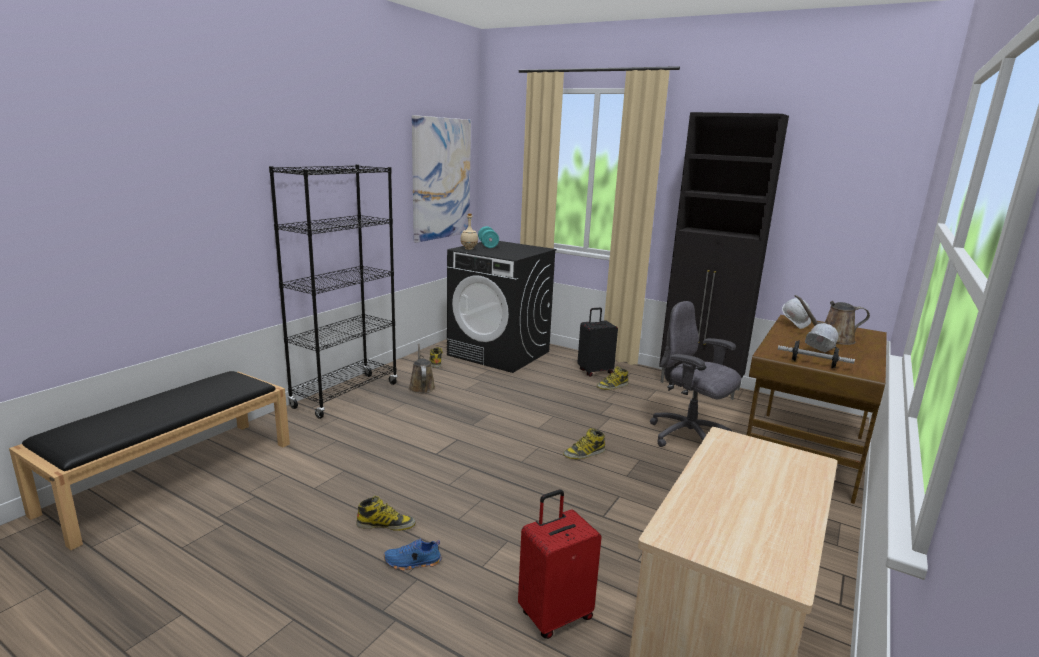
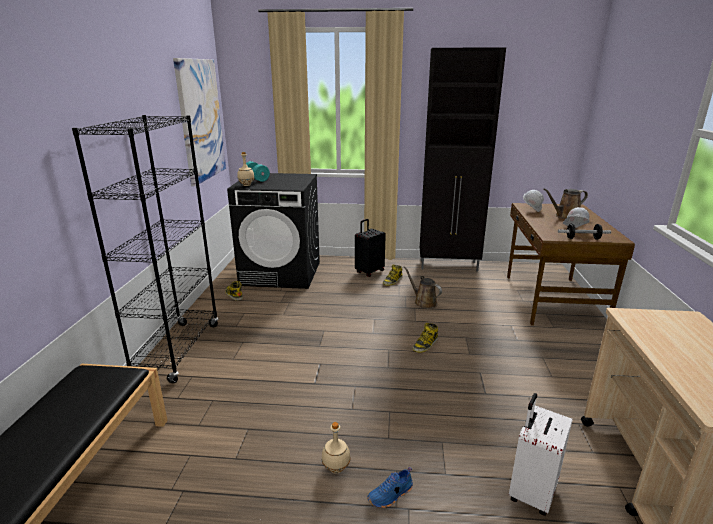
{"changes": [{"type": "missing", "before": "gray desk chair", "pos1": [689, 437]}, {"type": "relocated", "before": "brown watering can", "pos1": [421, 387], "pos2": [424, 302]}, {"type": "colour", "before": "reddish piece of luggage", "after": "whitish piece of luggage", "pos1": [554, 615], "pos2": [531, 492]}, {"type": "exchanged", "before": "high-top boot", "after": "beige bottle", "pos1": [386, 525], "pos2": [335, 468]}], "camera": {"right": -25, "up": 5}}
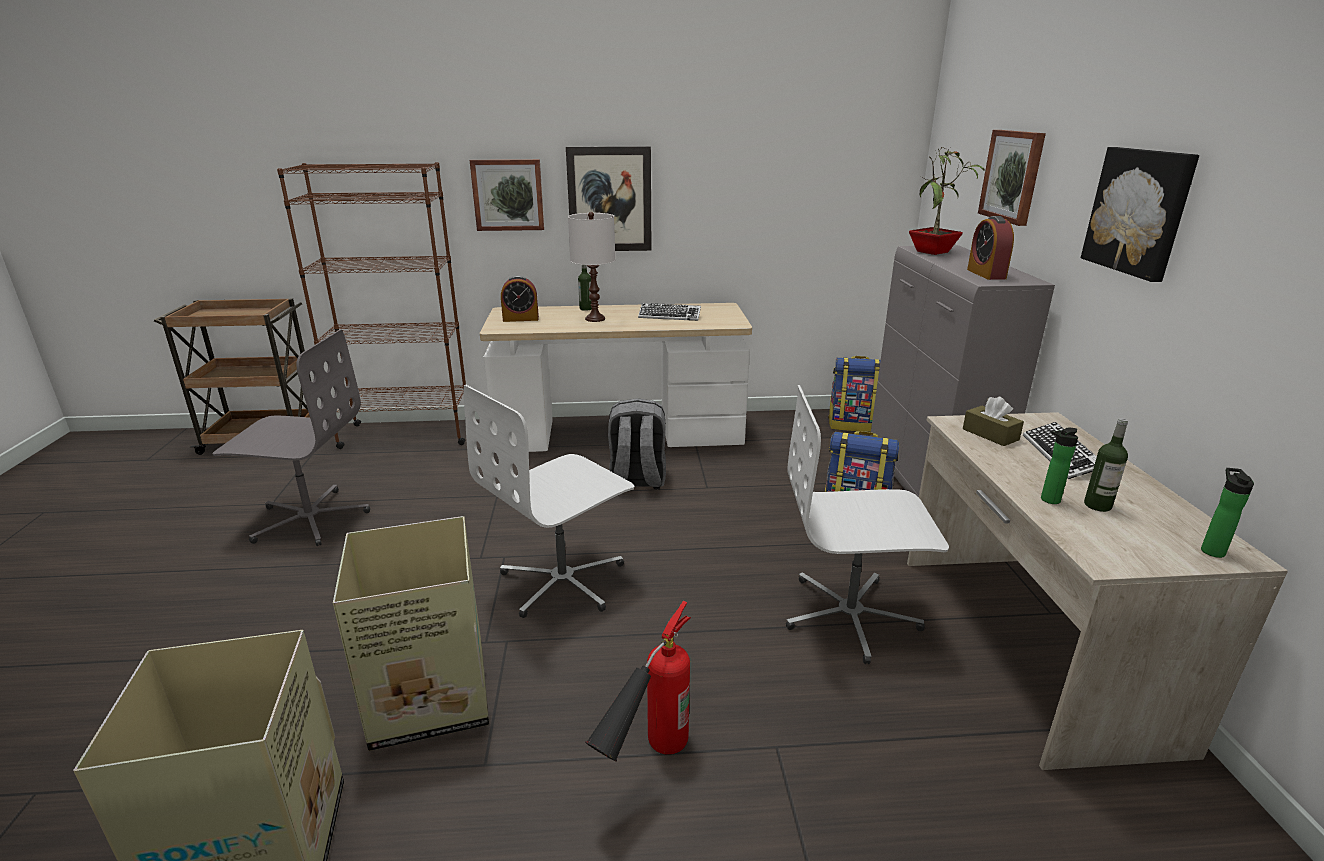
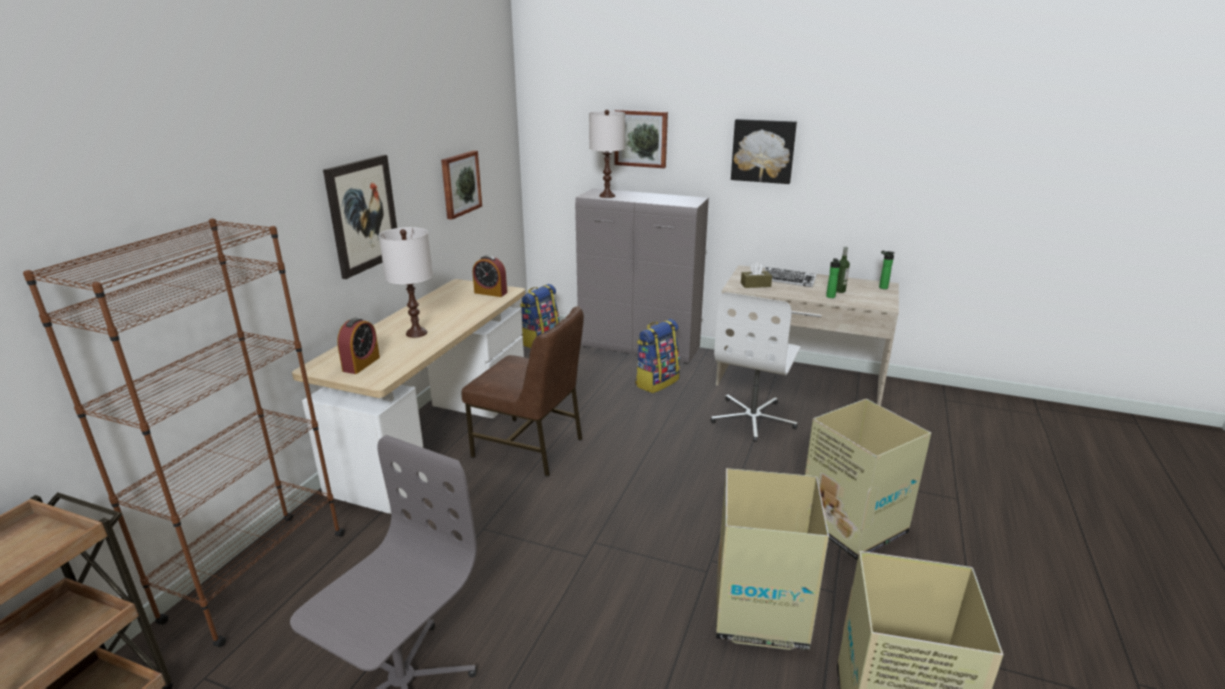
{"changes": [{"type": "exchanged", "before": "plant in a pot", "after": "whitish tabletop lamp", "pos1": [934, 252], "pos2": [607, 196]}, {"type": "relocated", "before": "picture", "pos1": [508, 195], "pos2": [460, 184]}, {"type": "relocated", "before": "table clock", "pos1": [986, 274], "pos2": [490, 293]}, {"type": "missing", "before": "bottle", "pos1": [586, 308]}, {"type": "missing", "before": "PC keyboard", "pos1": [669, 316]}, {"type": "missing", "before": "whitish desk chair", "pos1": [564, 581]}, {"type": "exchanged", "before": "gray backpack", "after": "brown upright chair", "pos1": [637, 480], "pos2": [530, 447]}, {"type": "exchanged", "before": "fire-fighting cylinder", "after": "carton", "pos1": [646, 765], "pos2": [851, 524]}], "camera": {"right": -65, "up": 0}}
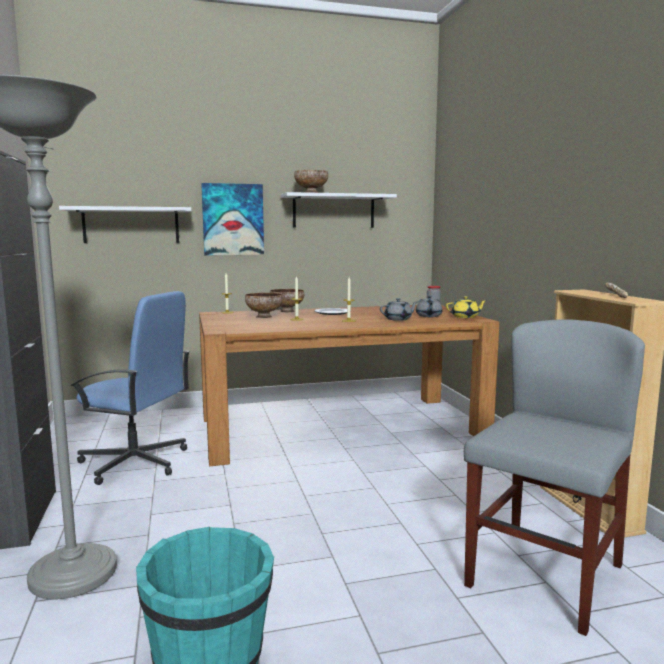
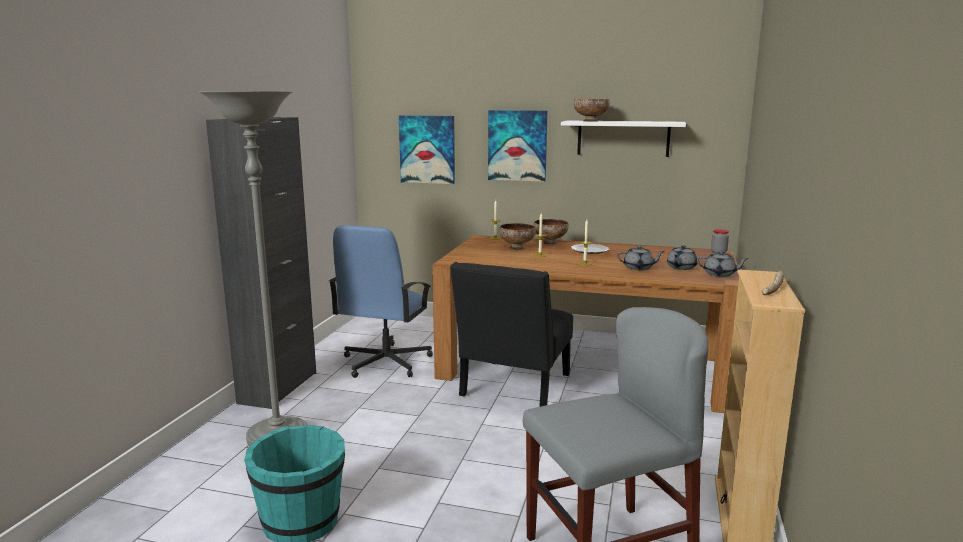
{"changes": [{"type": "exchanged", "before": "whitish bracket shelf", "after": "picture", "pos1": [131, 225], "pos2": [427, 149]}, {"type": "spun", "before": "bluish desk chair", "pos1": [135, 462], "pos2": [385, 362], "turn": 60}, {"type": "colour", "before": "yellowish pot for tea", "after": "gray pot for tea", "pos1": [465, 317], "pos2": [720, 274]}, {"type": "appeared", "after": "blackish upright chair", "pos2": [513, 388]}], "camera": {"right": 30, "up": 5}}
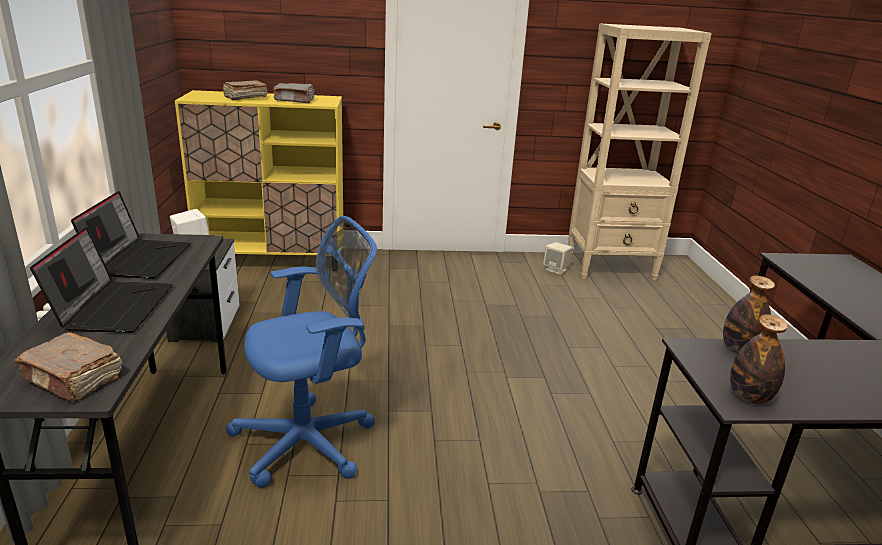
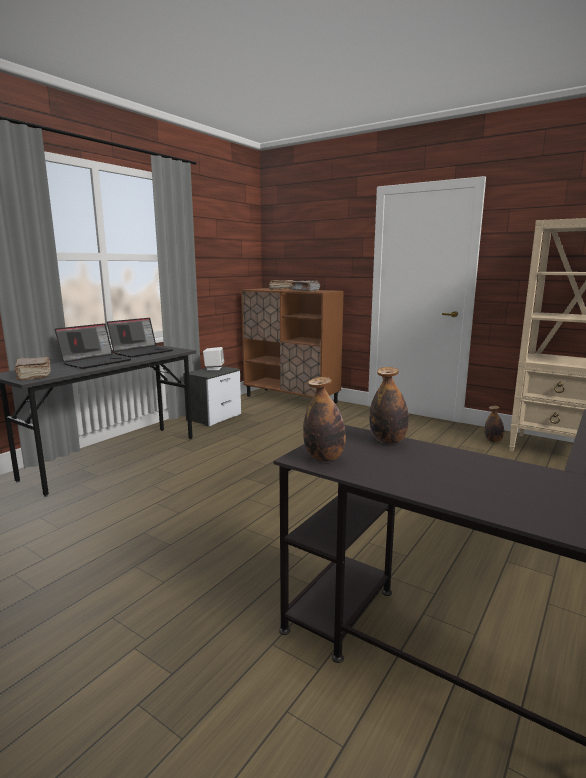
{"changes": [{"type": "colour", "before": "yellowish cupboard", "after": "brown cupboard", "pos1": [273, 260], "pos2": [291, 399]}, {"type": "missing", "before": "bluish desk chair", "pos1": [310, 441]}, {"type": "exchanged", "before": "beige audio speaker", "after": "bottle", "pos1": [556, 269], "pos2": [493, 441]}], "camera": {"right": 40, "up": -10}}
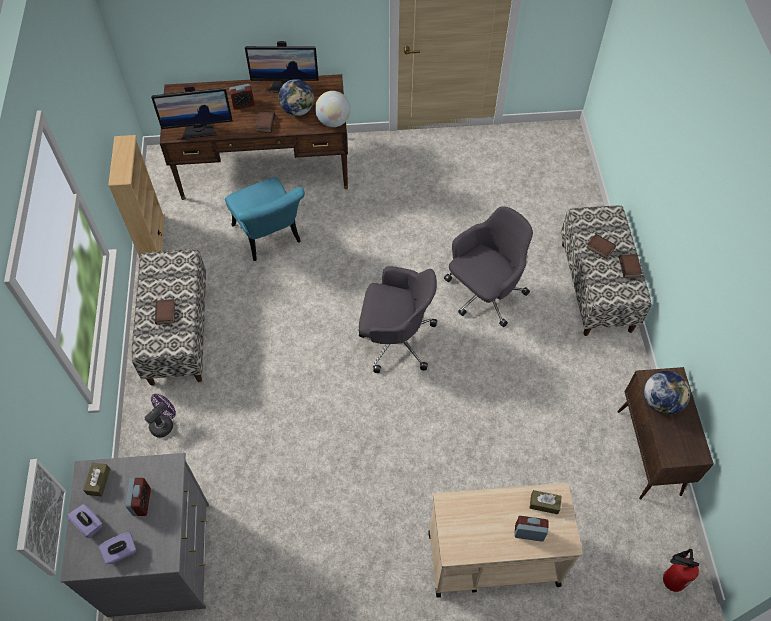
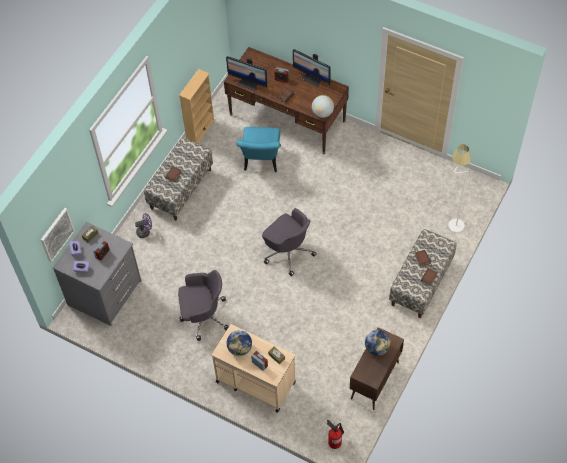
{"changes": [{"type": "relocated", "before": "desk globe", "pos1": [298, 110], "pos2": [240, 348]}, {"type": "relocated", "before": "gray desk chair", "pos1": [484, 294], "pos2": [203, 316]}, {"type": "appeared", "after": "whitish floor lamp", "pos2": [452, 219]}], "camera": {"right": 35, "up": 0}}
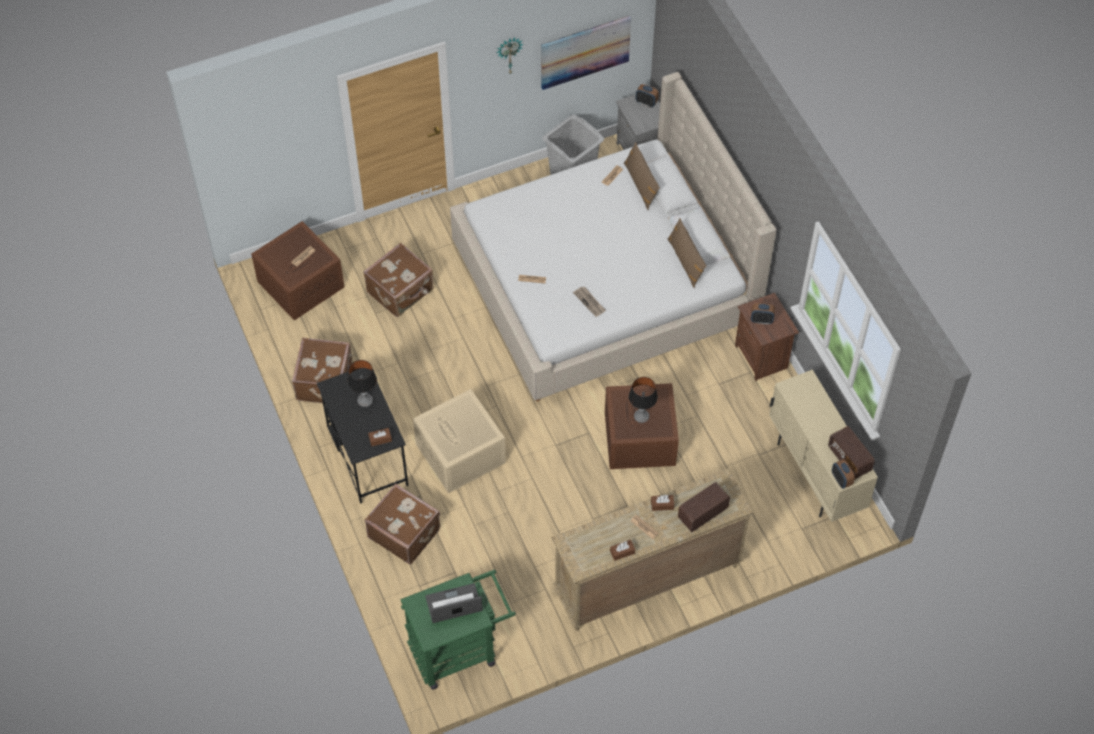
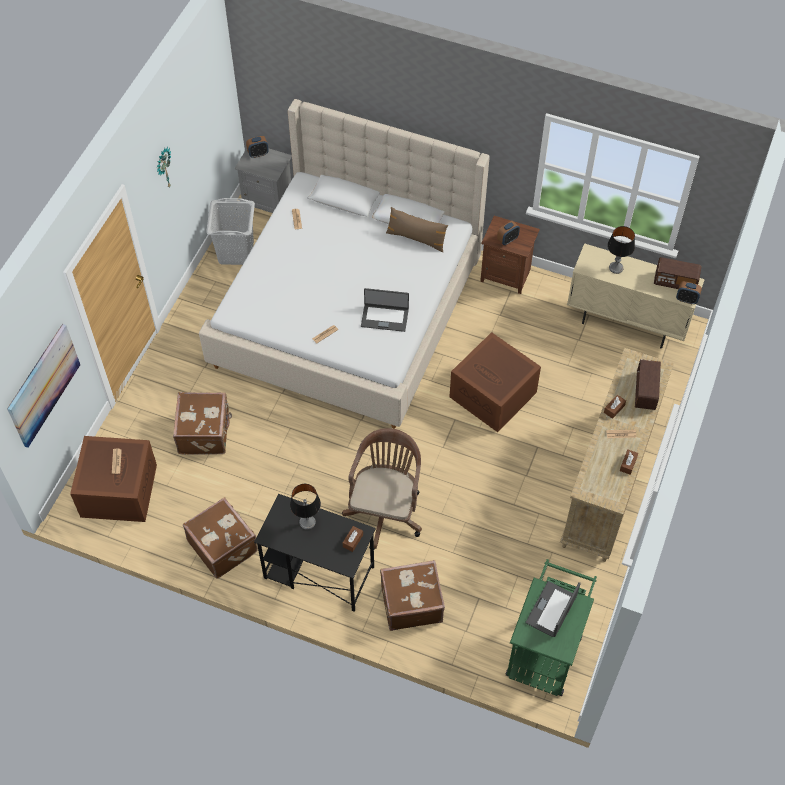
{"changes": [{"type": "relocated", "before": "picture", "pos1": [584, 51], "pos2": [43, 385]}, {"type": "missing", "before": "brown throw pillow", "pos1": [641, 185]}, {"type": "exchanged", "before": "newspaper", "after": "notebook computer", "pos1": [590, 302], "pos2": [384, 317]}, {"type": "relocated", "before": "tabletop lamp", "pos1": [641, 416], "pos2": [616, 268]}, {"type": "exchanged", "before": "beige storage container", "after": "brown desk chair", "pos1": [462, 453], "pos2": [385, 510]}], "camera": {"right": -45, "up": 0}}
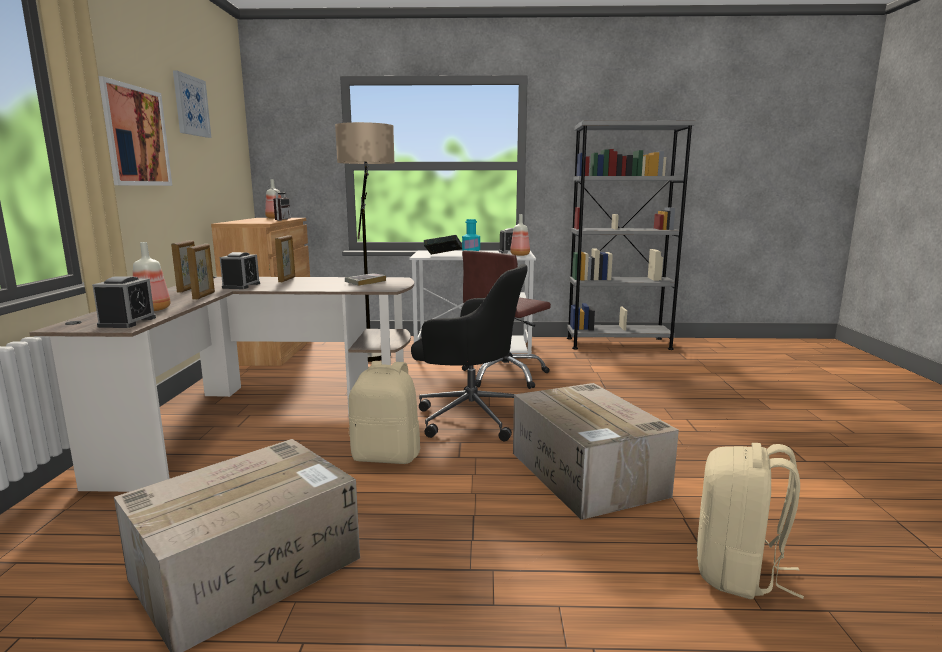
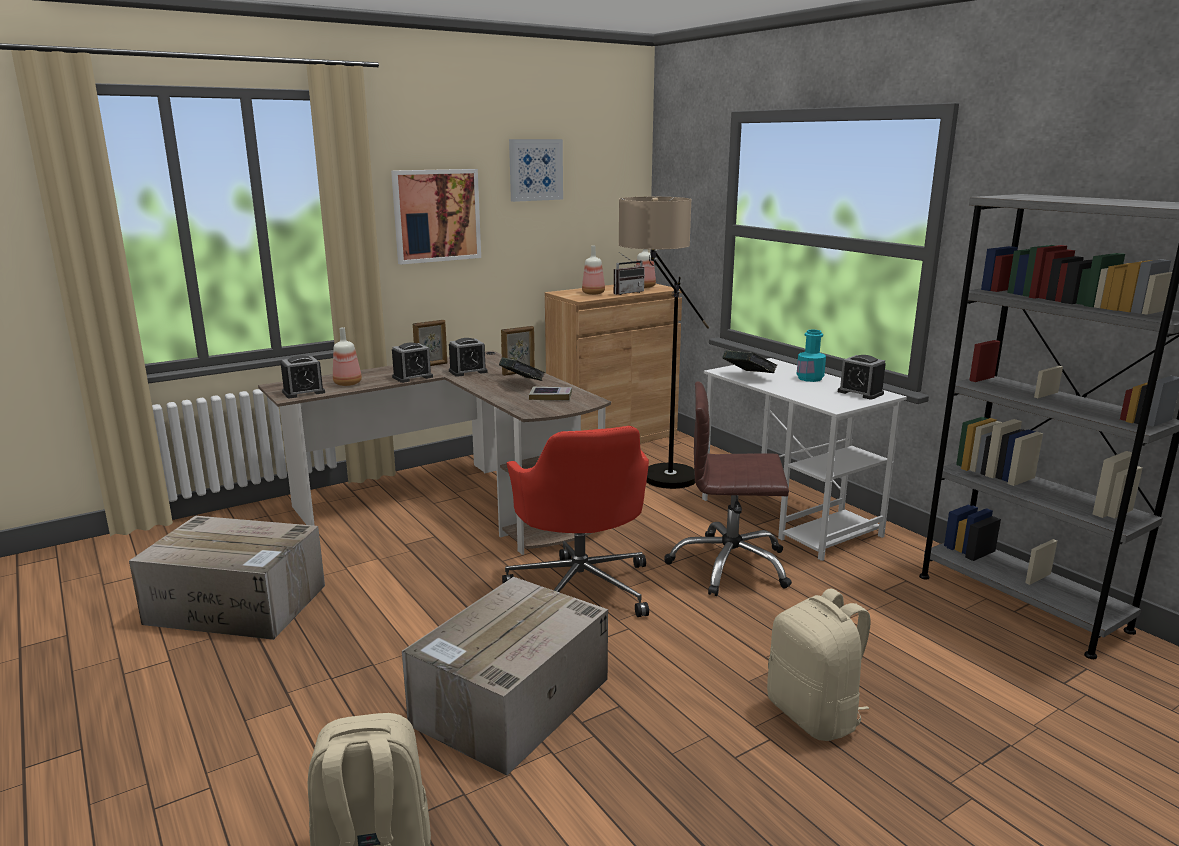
{"changes": [{"type": "relocated", "before": "bottle", "pos1": [519, 255], "pos2": [593, 293]}, {"type": "exchanged", "before": "photo frame", "after": "table clock", "pos1": [204, 296], "pos2": [412, 377]}, {"type": "colour", "before": "blackish desk chair", "after": "reddish desk chair", "pos1": [470, 416], "pos2": [581, 588]}, {"type": "relocated", "before": "beige backpack", "pos1": [387, 456], "pos2": [815, 715]}, {"type": "appeared", "after": "volume", "pos2": [522, 384]}], "camera": {"right": 55, "up": 5}}
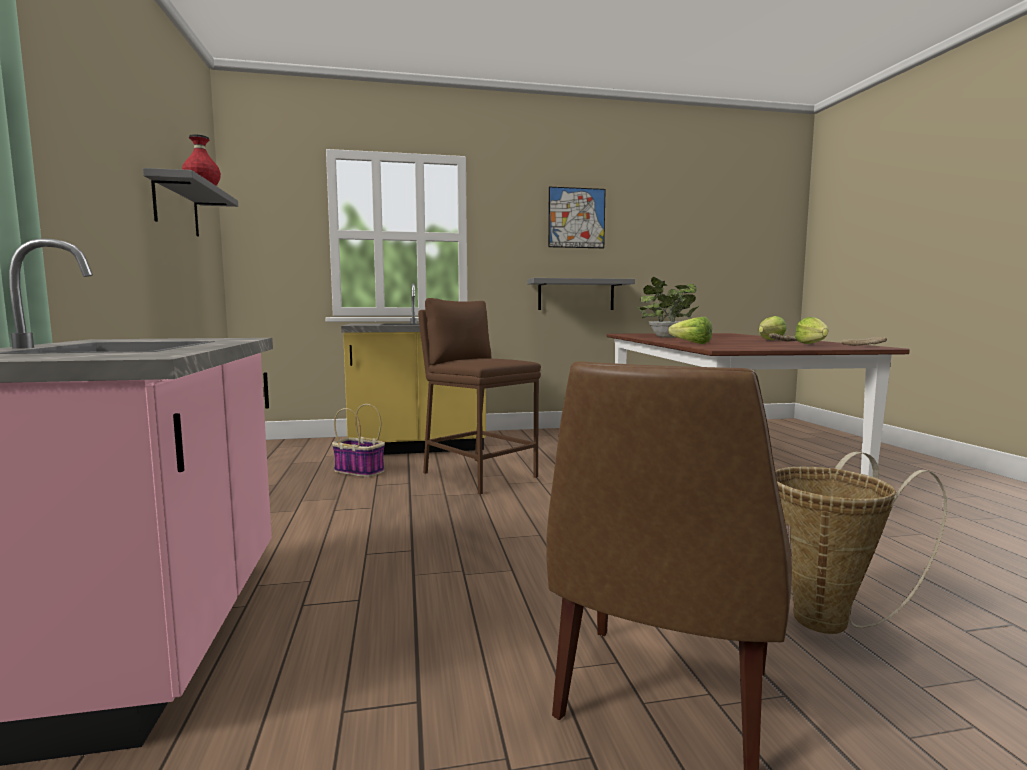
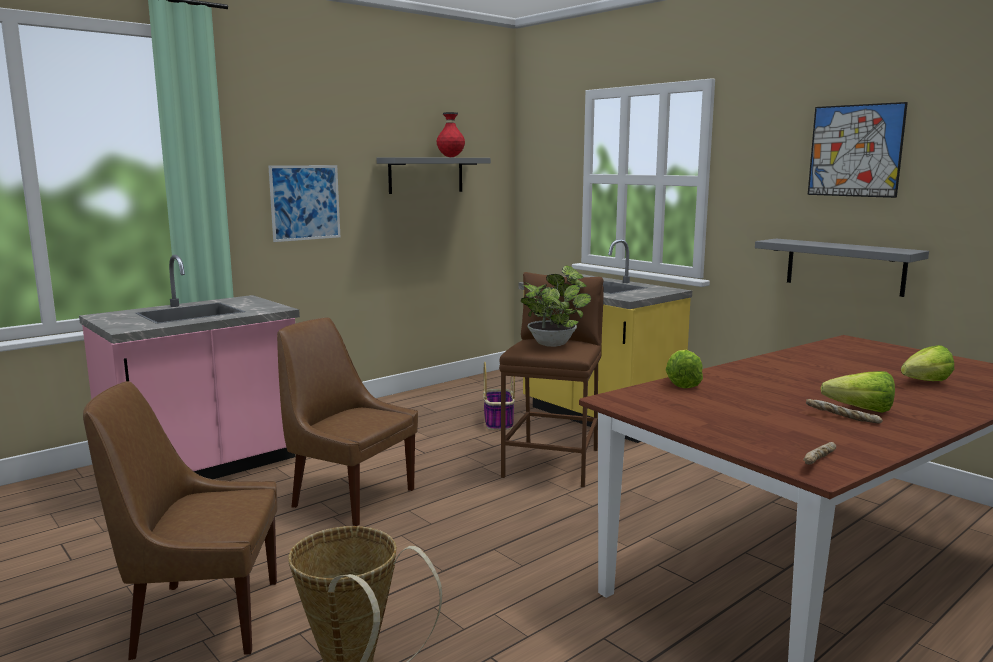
{"changes": [{"type": "relocated", "before": "plant in a pot", "pos1": [665, 337], "pos2": [553, 343]}, {"type": "relocated", "before": "head of lettuce", "pos1": [813, 344], "pos2": [920, 383]}, {"type": "appeared", "after": "picture", "pos2": [305, 202]}, {"type": "appeared", "after": "brown upright chair", "pos2": [350, 497]}], "camera": {"right": 60, "up": 5}}
